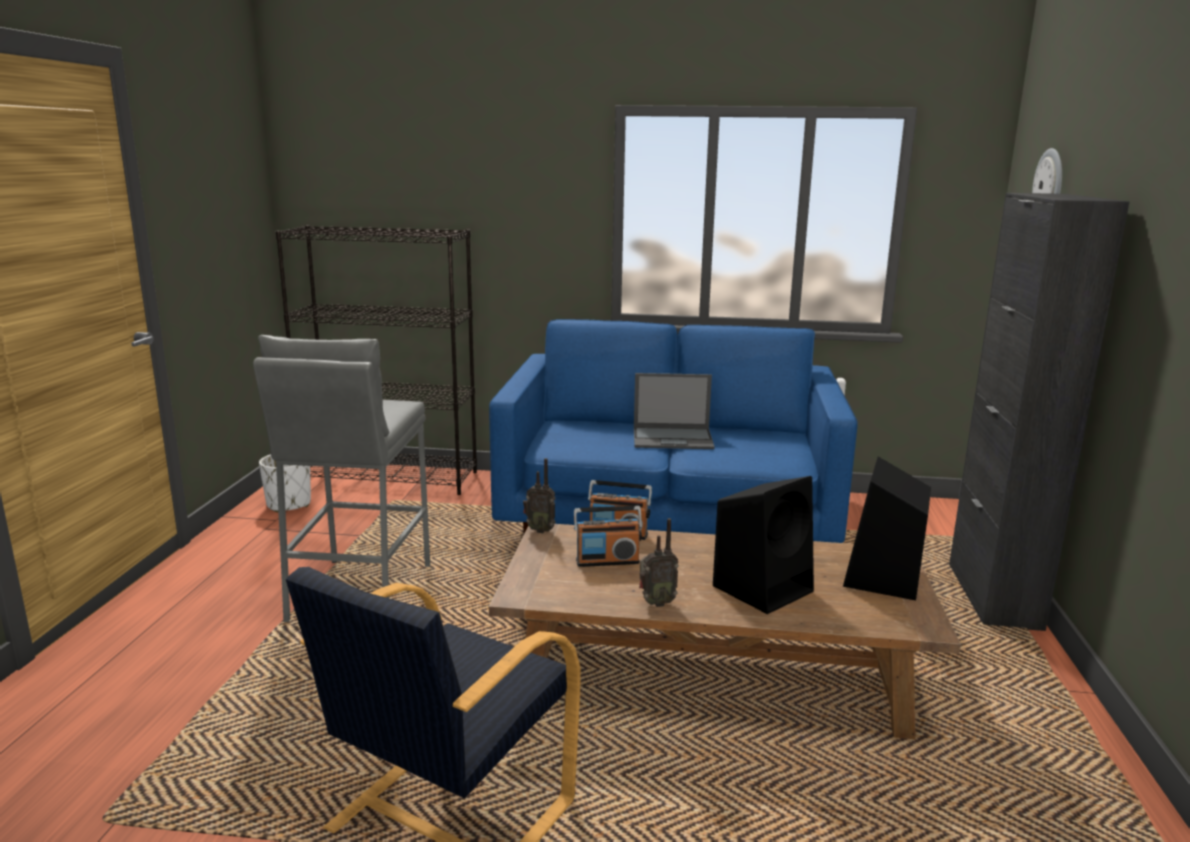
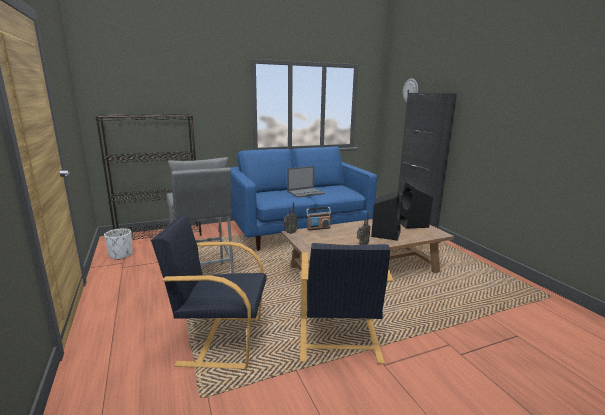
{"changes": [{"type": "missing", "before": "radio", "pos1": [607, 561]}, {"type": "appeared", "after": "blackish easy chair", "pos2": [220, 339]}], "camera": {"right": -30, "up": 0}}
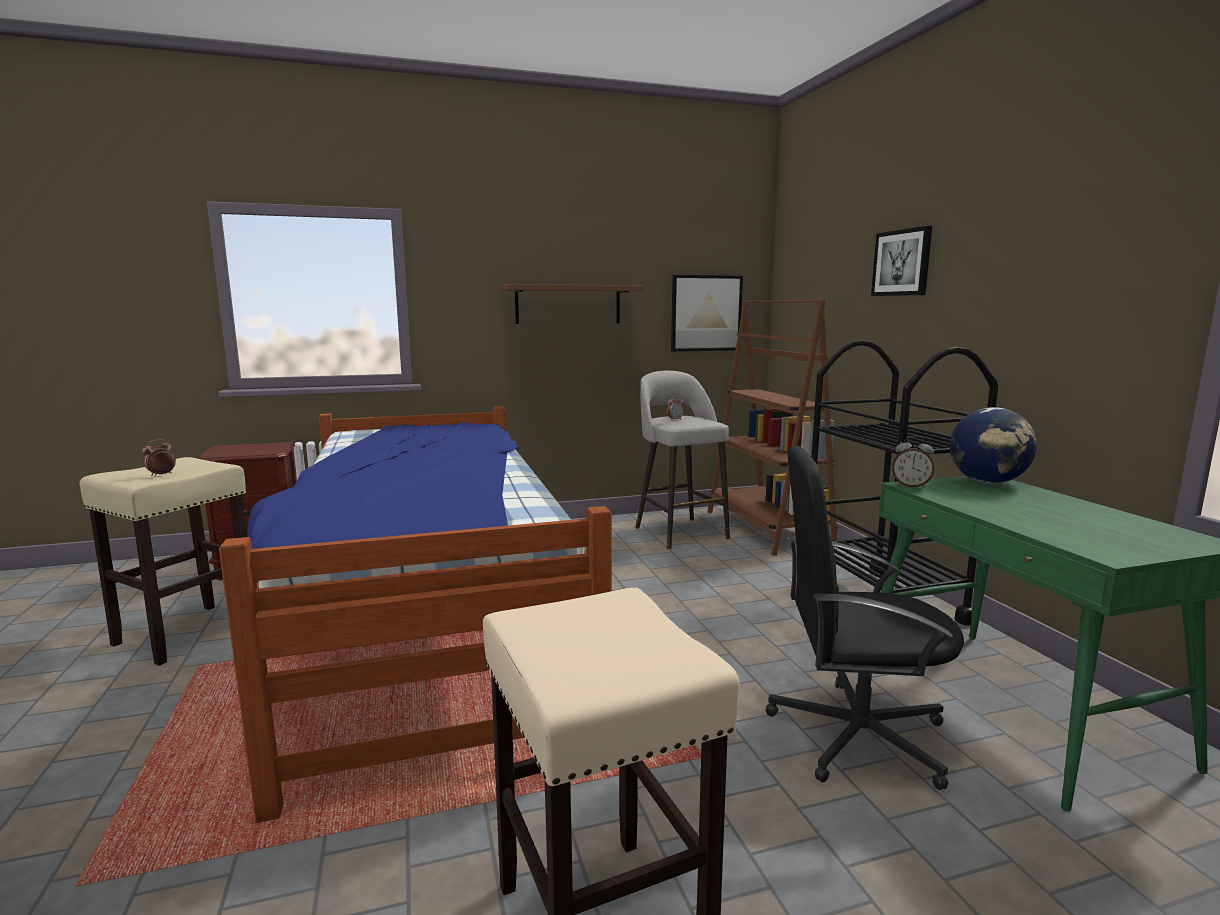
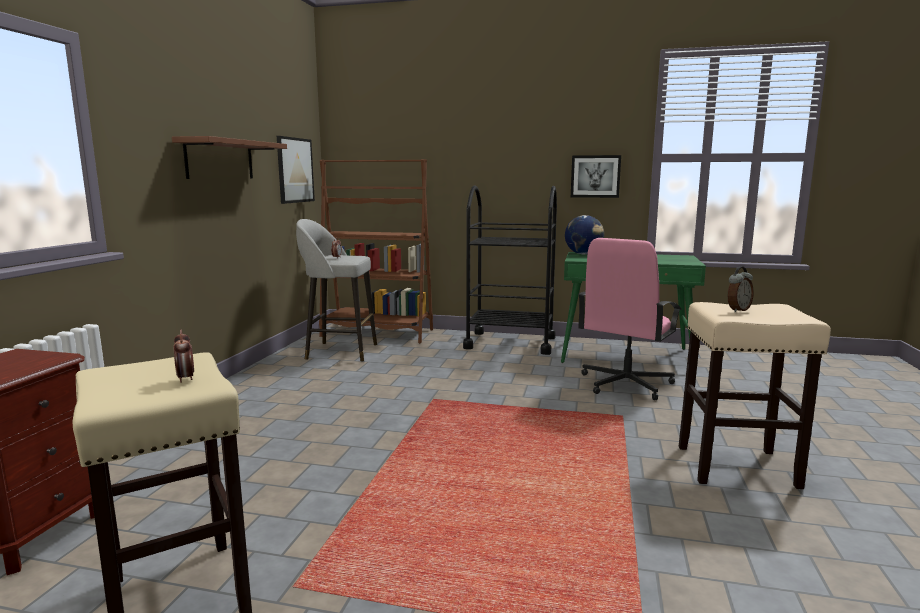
{"changes": [{"type": "relocated", "before": "picture", "pos1": [902, 263], "pos2": [595, 176]}, {"type": "missing", "before": "bed", "pos1": [427, 623]}, {"type": "relocated", "before": "table clock", "pos1": [911, 486], "pos2": [737, 310]}, {"type": "colour", "before": "blackish desk chair", "after": "pinkish desk chair", "pos1": [855, 734], "pos2": [625, 384]}], "camera": {"right": -60, "up": 0}}
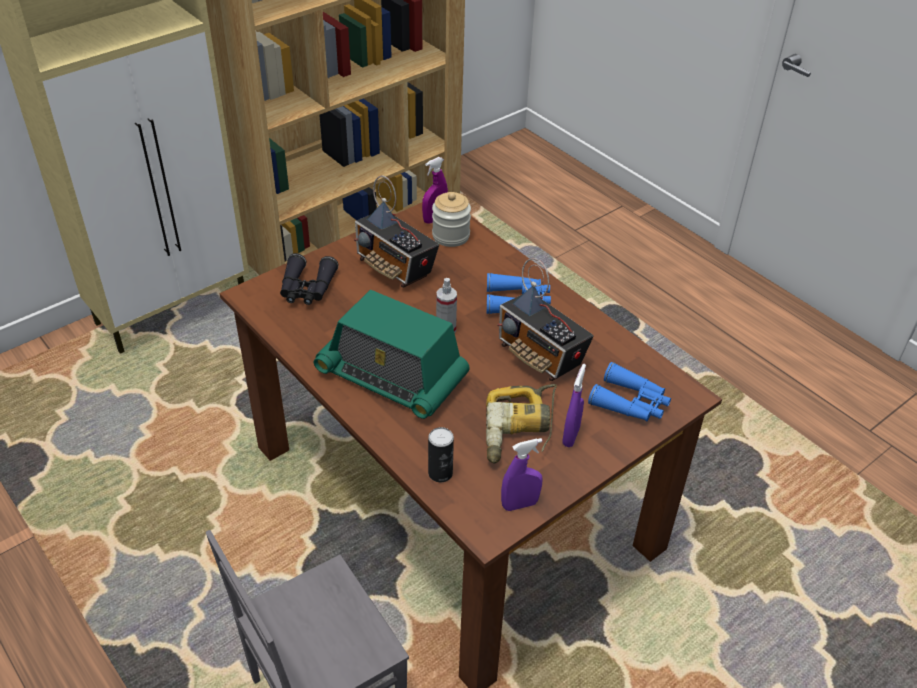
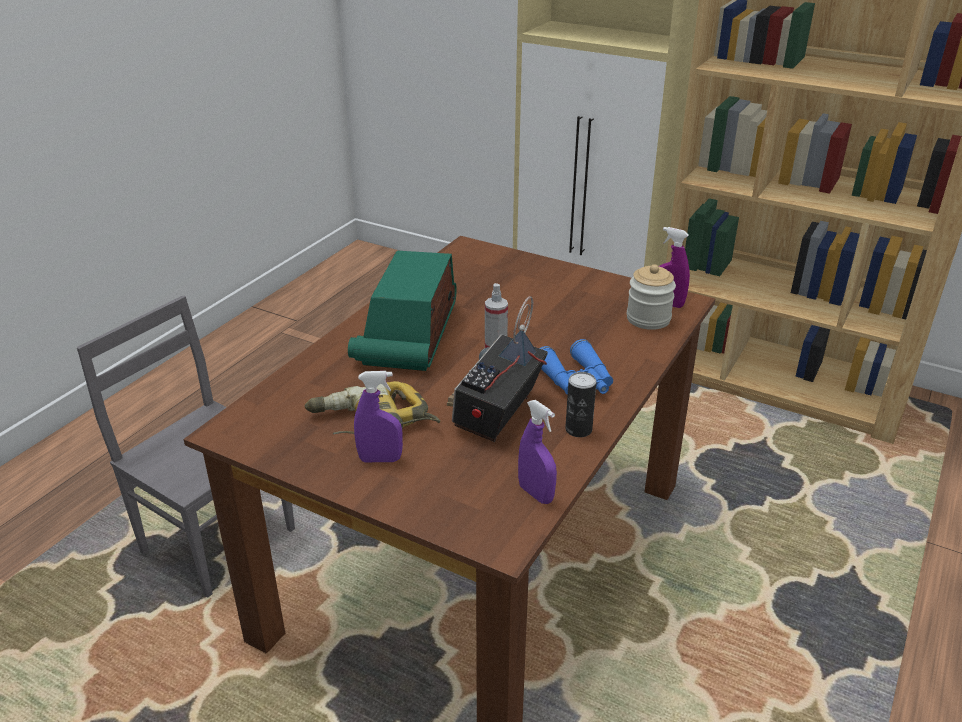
{"changes": [{"type": "missing", "before": "radio", "pos1": [395, 268]}, {"type": "missing", "before": "blackish pair of binoculars", "pos1": [307, 288]}, {"type": "missing", "before": "bluish pair of binoculars", "pos1": [630, 403]}, {"type": "relocated", "before": "can", "pos1": [440, 473], "pos2": [578, 429]}, {"type": "relocated", "before": "purplish sprayer", "pos1": [520, 504], "pos2": [536, 494]}], "camera": {"right": 70, "up": -10}}
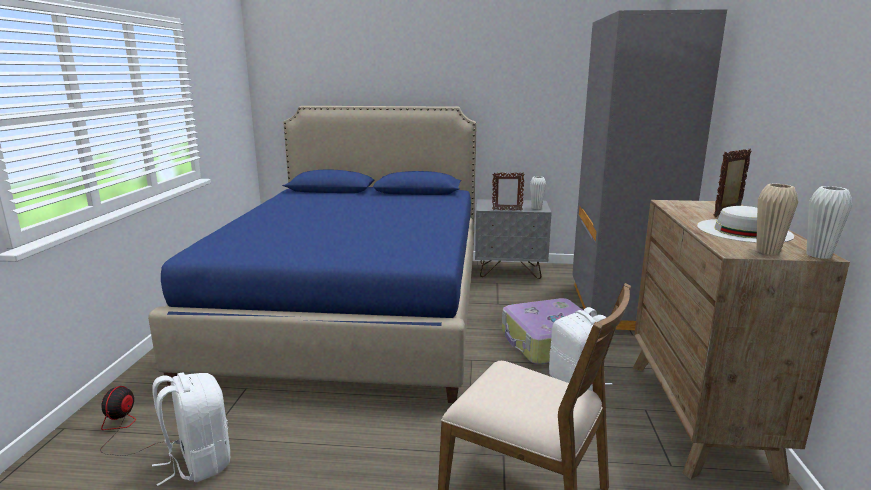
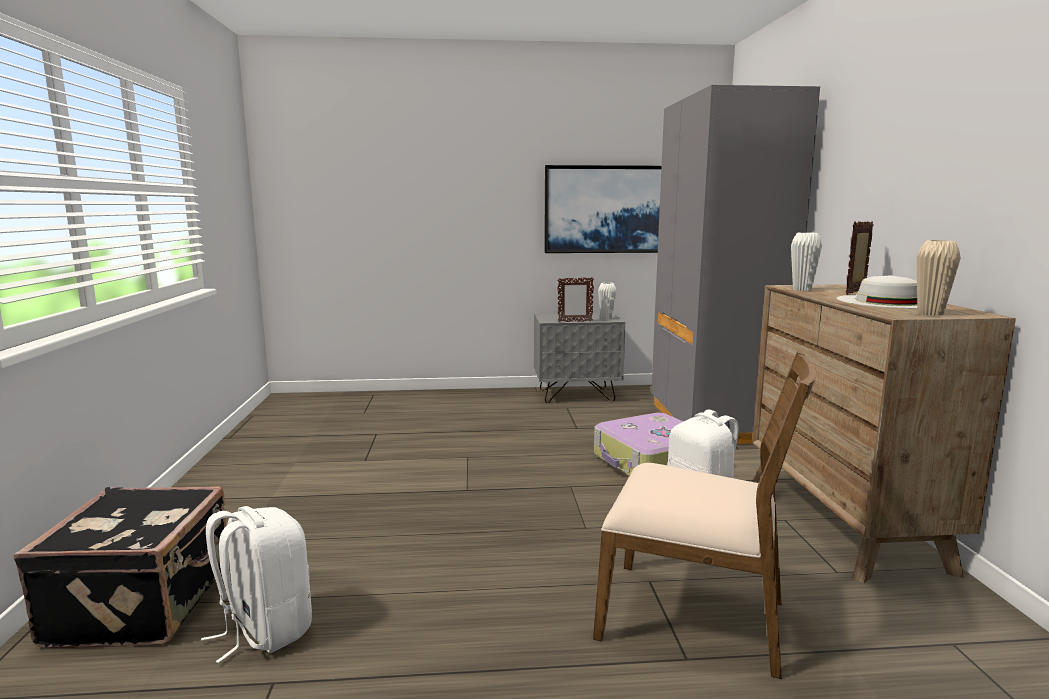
{"changes": [{"type": "missing", "before": "bluish bed", "pos1": [356, 310]}, {"type": "relocated", "before": "whitish decorative vase", "pos1": [818, 255], "pos2": [802, 289]}, {"type": "exchanged", "before": "fan", "after": "blackish piece of luggage", "pos1": [125, 431], "pos2": [146, 603]}, {"type": "appeared", "after": "picture", "pos2": [606, 209]}], "camera": {"right": -10, "up": -5}}
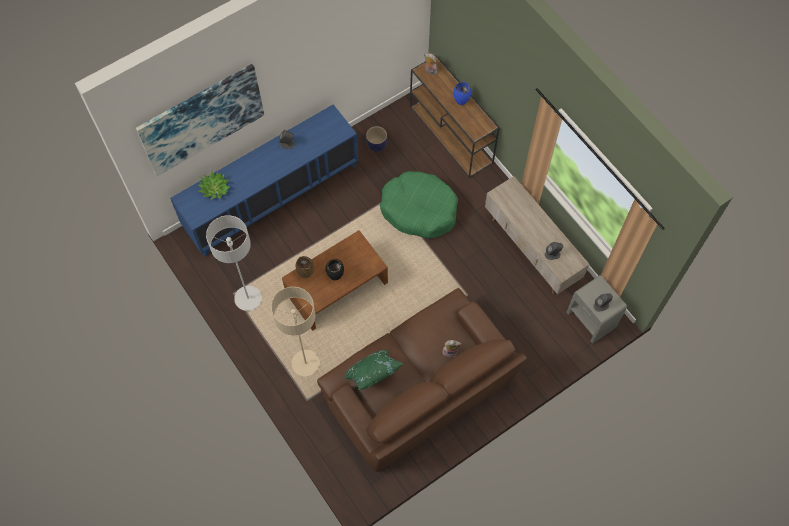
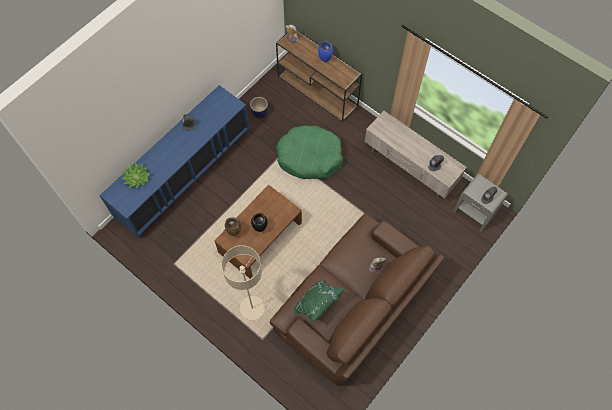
{"changes": [{"type": "missing", "before": "picture", "pos1": [202, 119]}, {"type": "missing", "before": "gray floor lamp", "pos1": [248, 298]}], "camera": {"right": -15, "up": 0}}
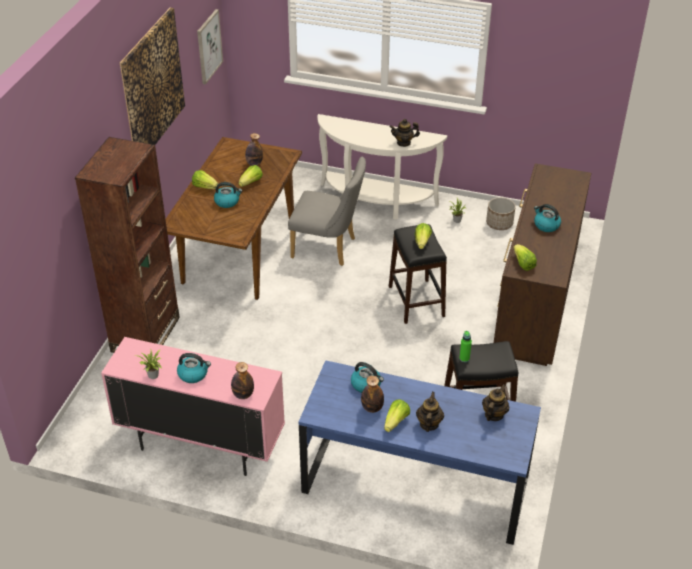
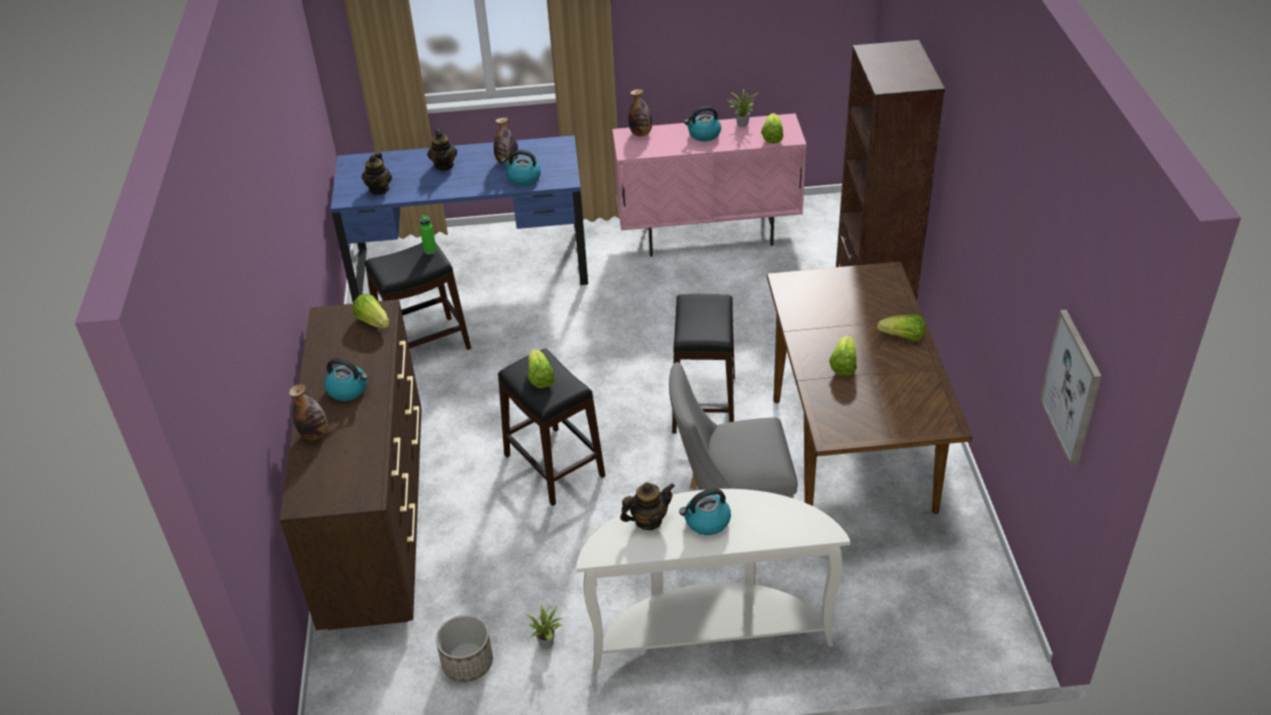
{"changes": [{"type": "missing", "before": "picture", "pos1": [152, 85]}, {"type": "relocated", "before": "bottle", "pos1": [254, 163], "pos2": [315, 434]}, {"type": "relocated", "before": "water kettle", "pos1": [227, 202], "pos2": [706, 522]}, {"type": "relocated", "before": "head of lettuce", "pos1": [396, 422], "pos2": [772, 137]}, {"type": "appeared", "after": "blackish stool seat", "pos2": [704, 404]}], "camera": {"right": 160, "up": 0}}
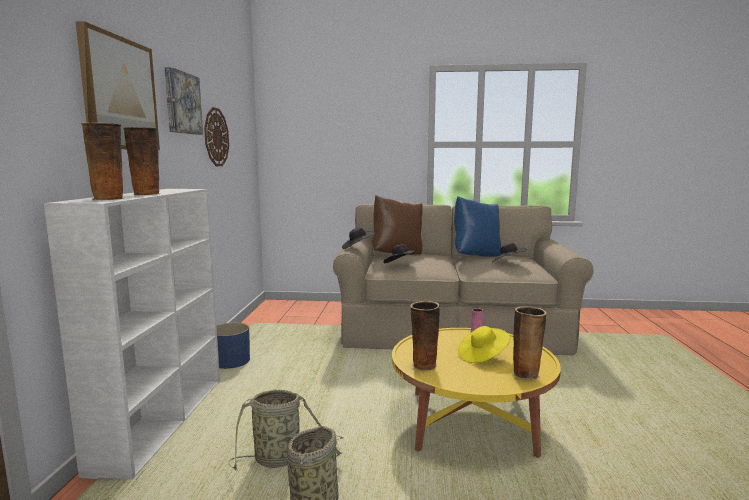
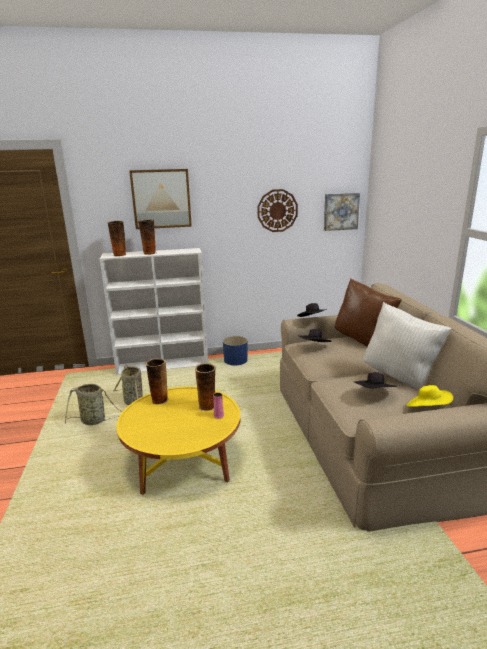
{"changes": [{"type": "relocated", "before": "picture", "pos1": [181, 103], "pos2": [340, 211]}, {"type": "colour", "before": "bluish throw pillow", "after": "whitish throw pillow", "pos1": [476, 256], "pos2": [400, 377]}, {"type": "relocated", "before": "decorative vase", "pos1": [526, 374], "pos2": [207, 407]}, {"type": "relocated", "before": "yellowish wearable hat", "pos1": [483, 356], "pos2": [427, 409]}], "camera": {"right": 75, "up": 10}}
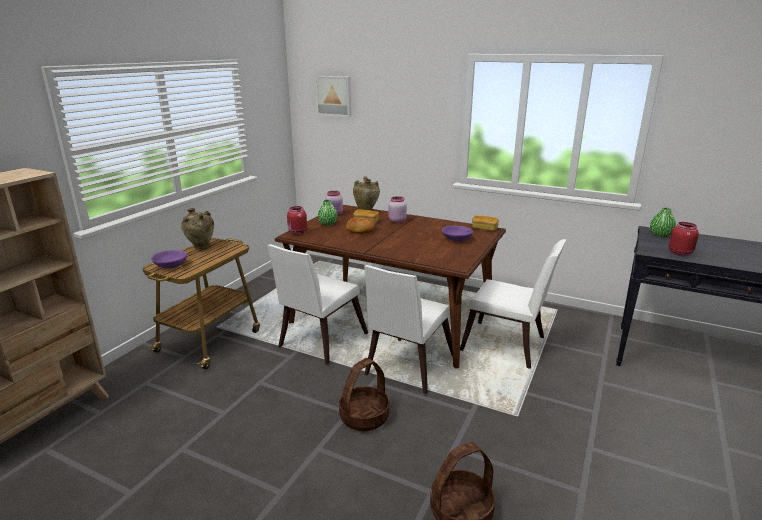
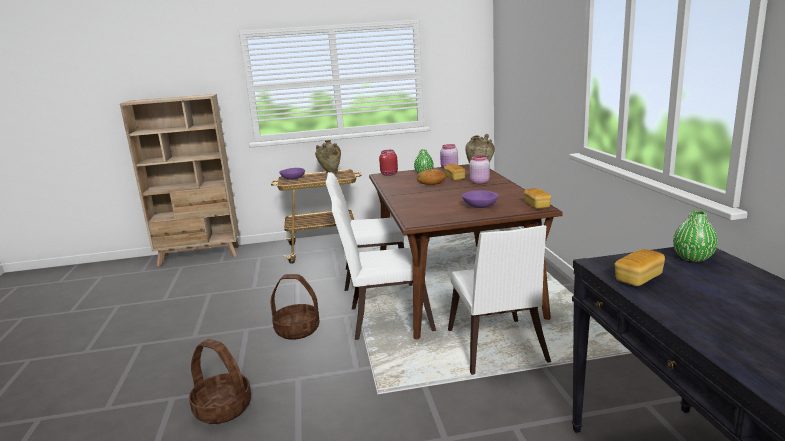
{"changes": [{"type": "missing", "before": "picture", "pos1": [334, 95]}, {"type": "exchanged", "before": "reddish preserve jar", "after": "bread", "pos1": [680, 253], "pos2": [638, 278]}], "camera": {"right": 55, "up": -5}}
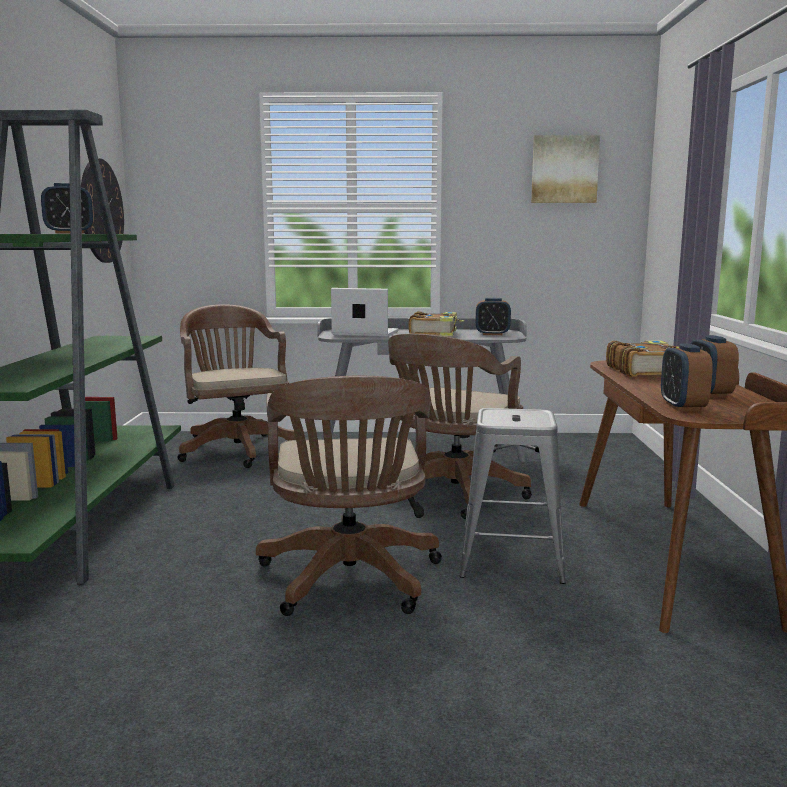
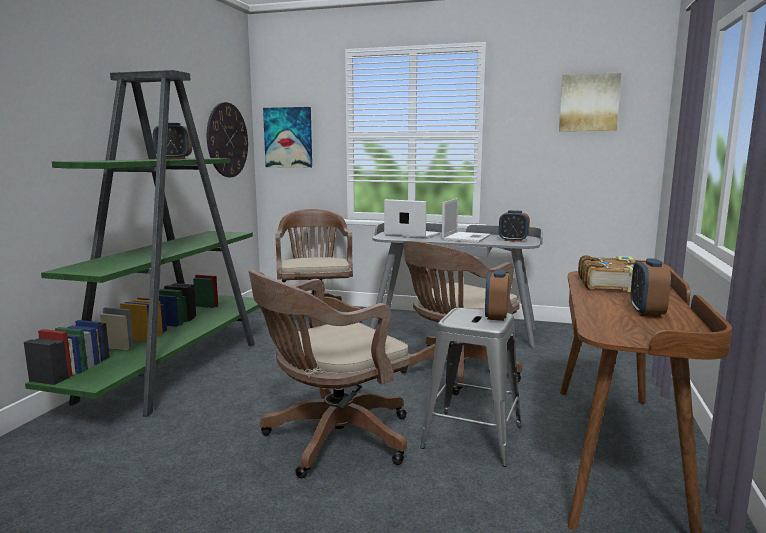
{"changes": [{"type": "exchanged", "before": "volume", "after": "notebook computer", "pos1": [434, 333], "pos2": [466, 237]}, {"type": "relocated", "before": "table clock", "pos1": [682, 407], "pos2": [496, 316]}, {"type": "spun", "before": "brown desk chair", "pos1": [350, 582], "pos2": [331, 440], "turn": 45}, {"type": "appeared", "after": "picture", "pos2": [288, 137]}], "camera": {"right": 15, "up": 0}}
